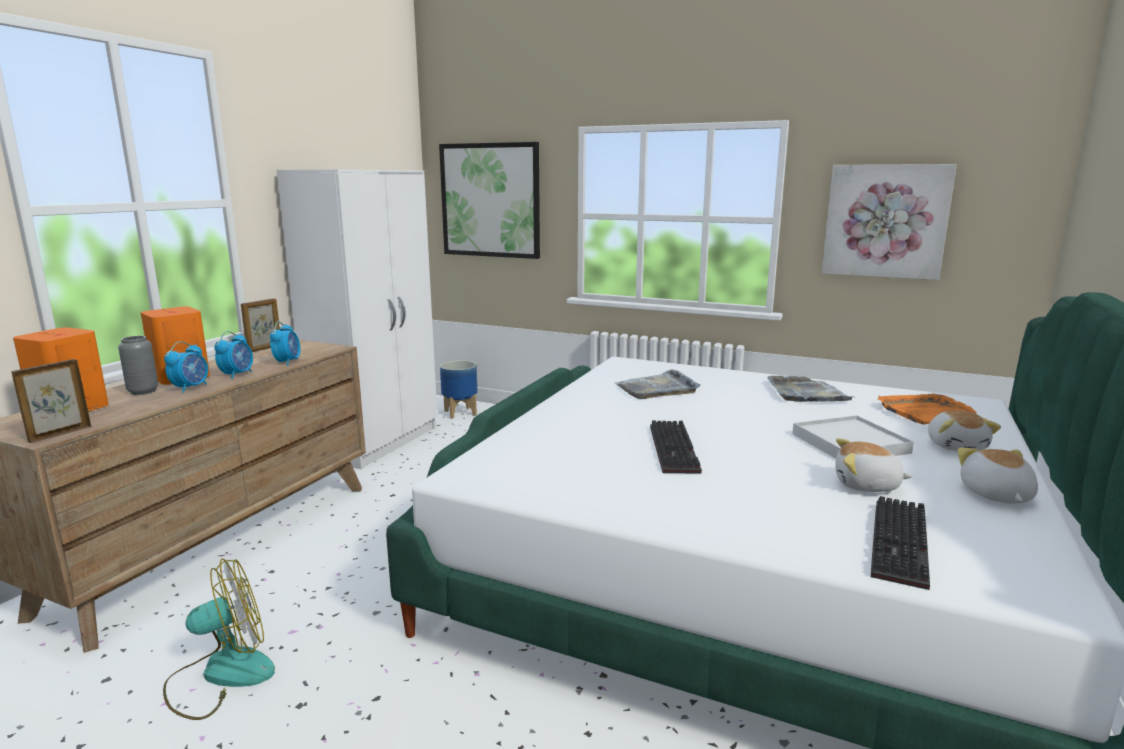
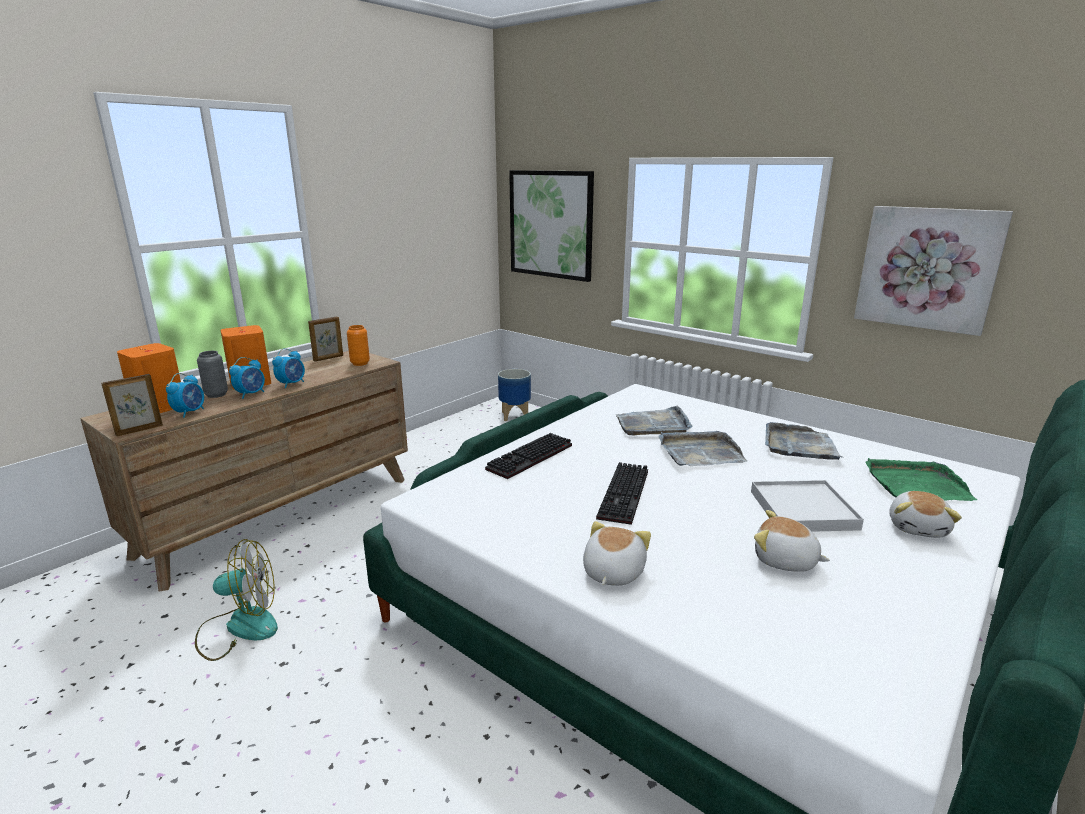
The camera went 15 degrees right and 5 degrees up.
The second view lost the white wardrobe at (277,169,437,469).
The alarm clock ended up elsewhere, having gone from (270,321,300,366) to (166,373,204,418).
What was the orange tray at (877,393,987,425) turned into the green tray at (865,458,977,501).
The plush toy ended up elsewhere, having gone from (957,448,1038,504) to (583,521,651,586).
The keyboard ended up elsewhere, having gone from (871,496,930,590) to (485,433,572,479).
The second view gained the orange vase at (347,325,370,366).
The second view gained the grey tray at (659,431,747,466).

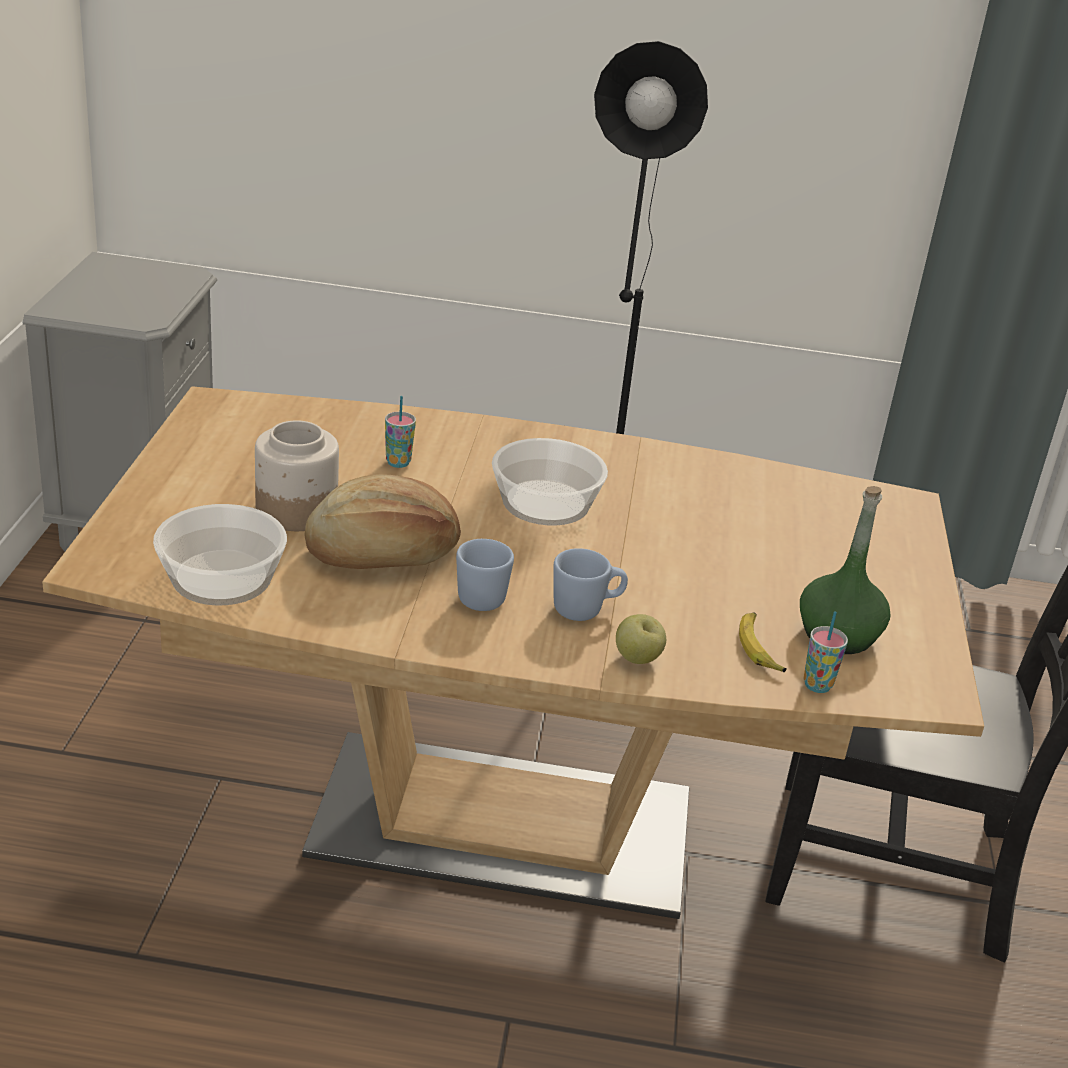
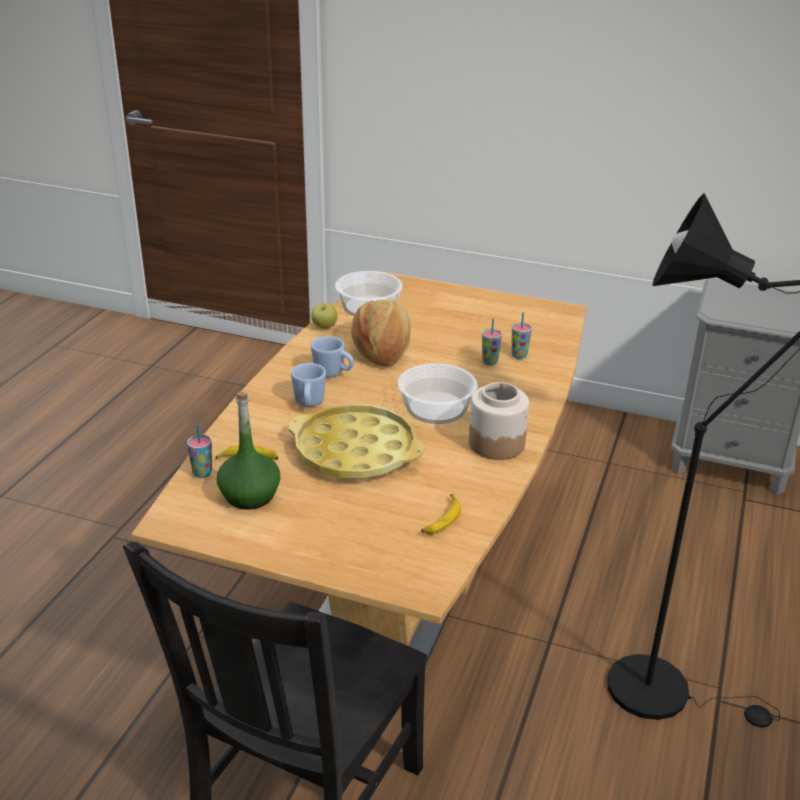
The camera went 105 degrees right and 0 degrees up.
The jar ended up elsewhere, having gone from (255,420,339,531) to (469,382,529,460).
The apple ended up elsewhere, having gone from (616,614,666,664) to (311,303,337,329).
The second view gained the cup at (511,312,532,359).
The second view gained the yellow tray at (289,404,424,479).
The second view gained the banana at (421,494,461,535).

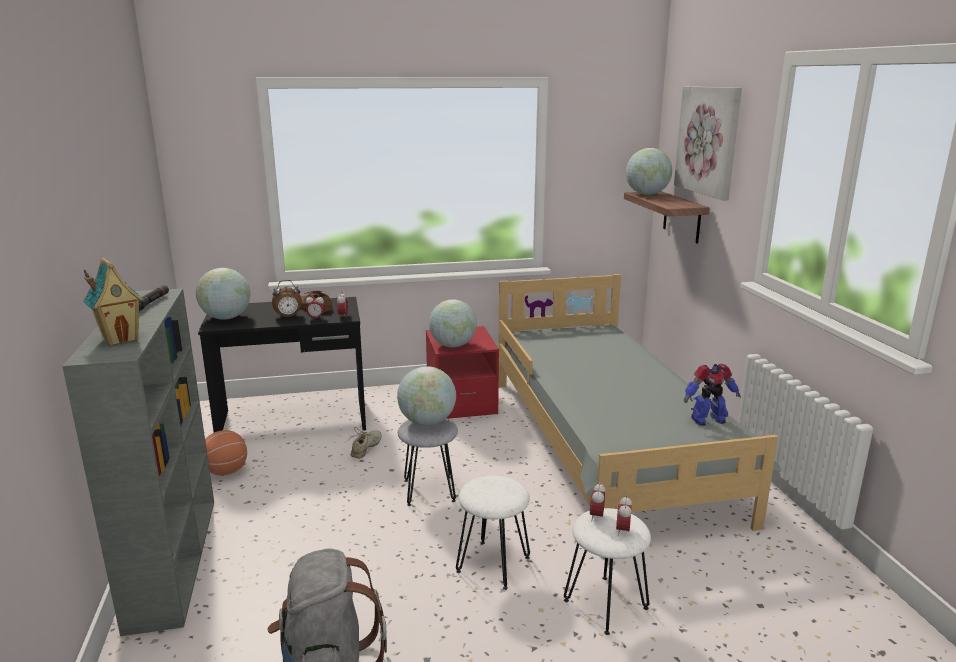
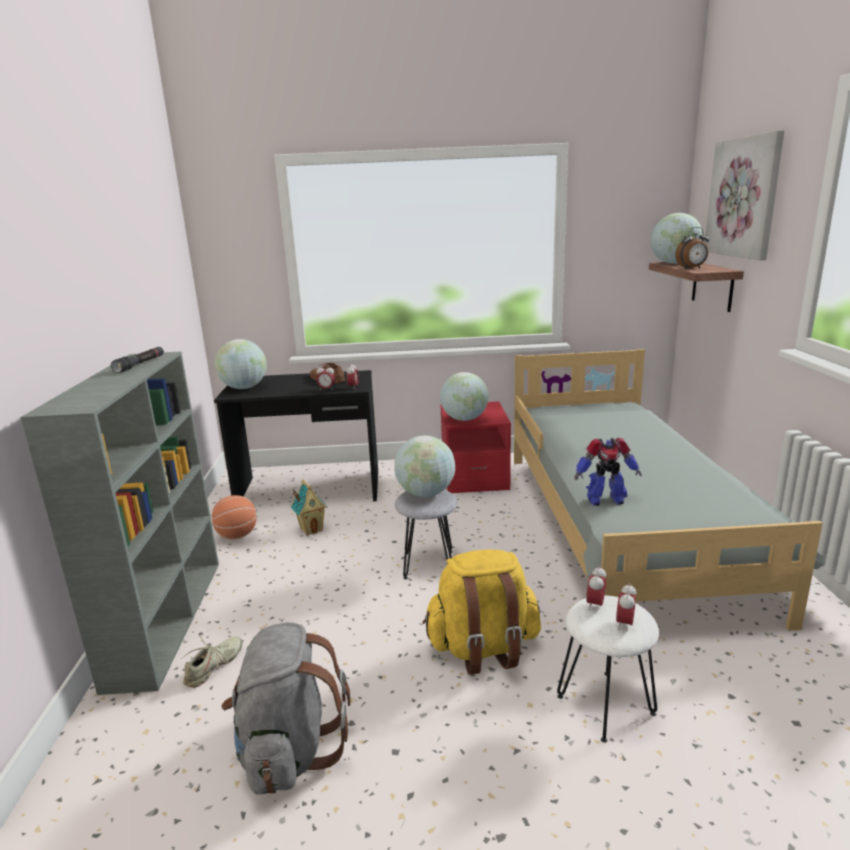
The camera went 10 degrees right and 0 degrees up.
The toy house ended up elsewhere, having gone from (83,258,144,345) to (291,480,328,536).
The alarm clock ended up elsewhere, having gone from (272,280,302,318) to (675,227,709,269).
The toy robot ended up elsewhere, having gone from (684,364,741,426) to (574,438,642,506).
The beige shoe ended up elsewhere, having gone from (350,427,381,458) to (180,635,242,688).
Where the white stool stood at (456,476,530,590), the yellow backpack came to stand at (423,549,541,675).

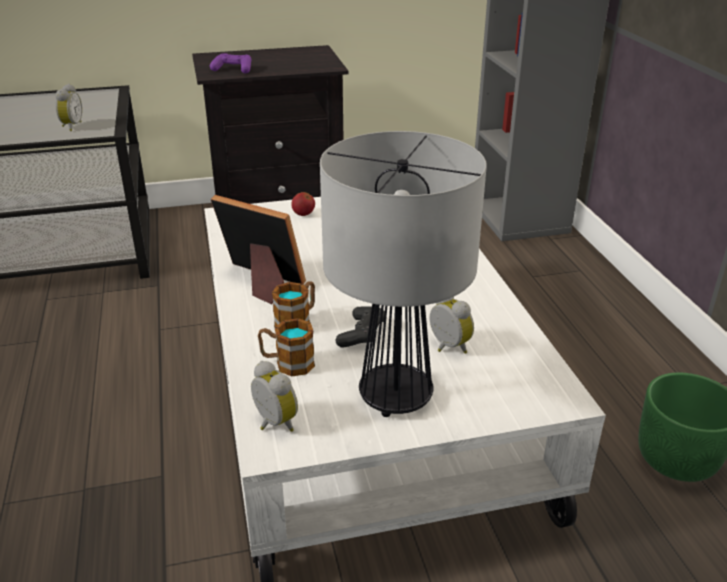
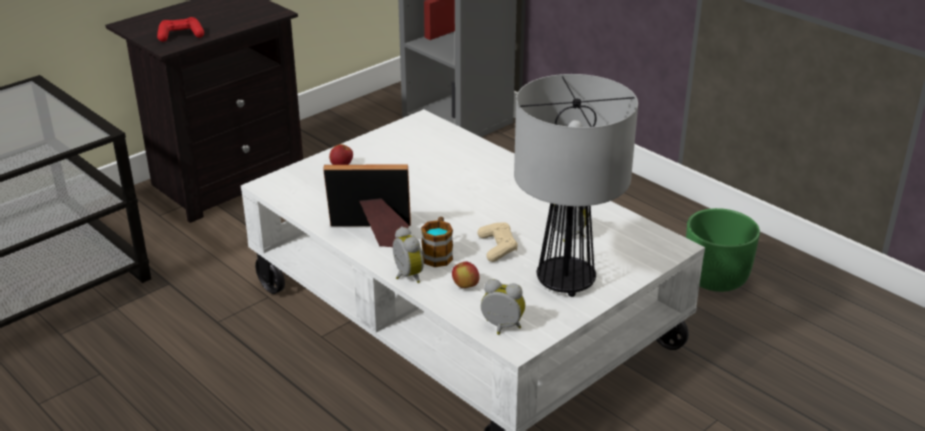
The camera went 30 degrees left and 0 degrees up.
What was the purple game controller at (210,53,251,74) turned into the red game controller at (157,17,204,42).
The alarm clock ended up elsewhere, having gone from (56,84,82,131) to (393,226,424,283).
What was the black game controller at (336,306,385,348) turned into the beige game controller at (477,222,518,262).
Where the mug stood at (258,318,315,376), the apple came to stand at (452,262,479,288).

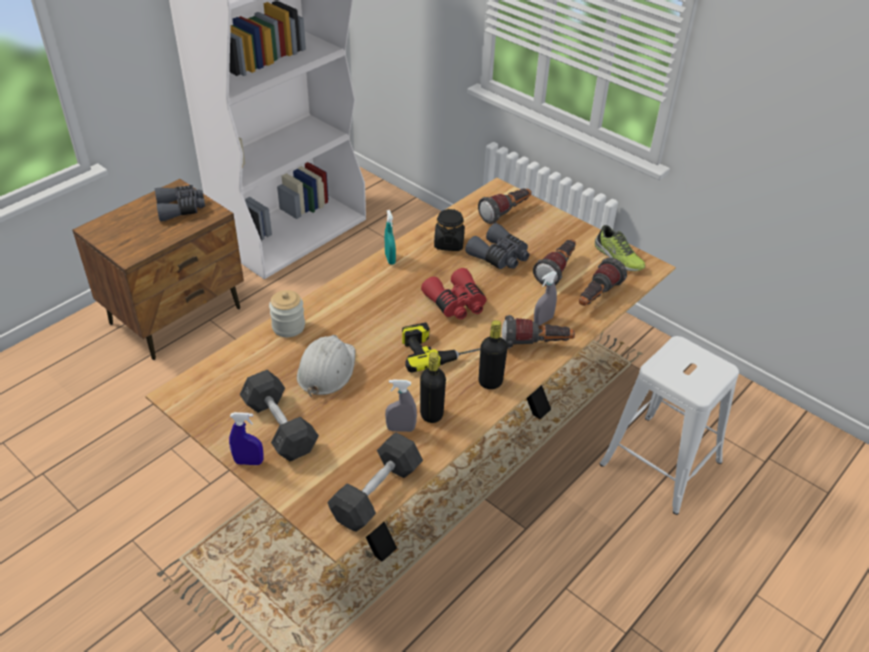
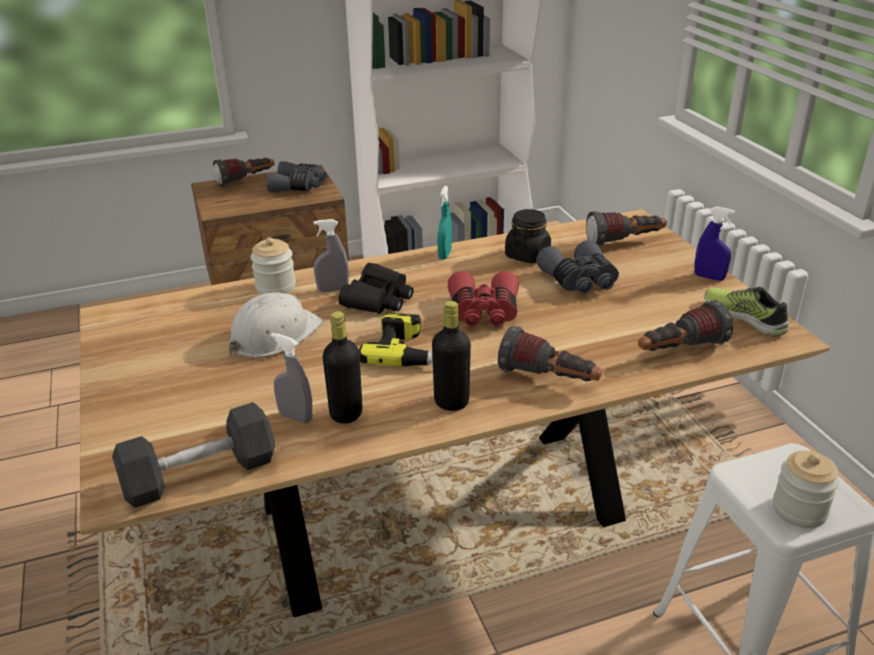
The camera went 30 degrees right and 10 degrees down.
The shoe at (595,225,645,271) ended up facing another way, 150 degrees clockwise from before.
The flashlight ended up elsewhere, having gone from (533,239,576,286) to (213,158,274,187).
The grey spray bottle ended up elsewhere, having gone from (534,271,557,325) to (314,219,349,292).
The second view lost the grey dumbbell at (240,370,319,461).
The blue spray bottle ended up elsewhere, having gone from (229,412,264,465) to (695,206,735,281).
The second view gained the black binoculars at (338,263,414,314).
The second view gained the jar at (773,451,840,528).

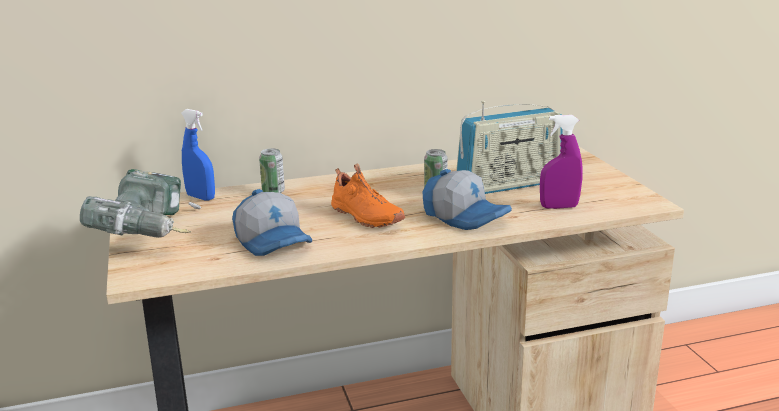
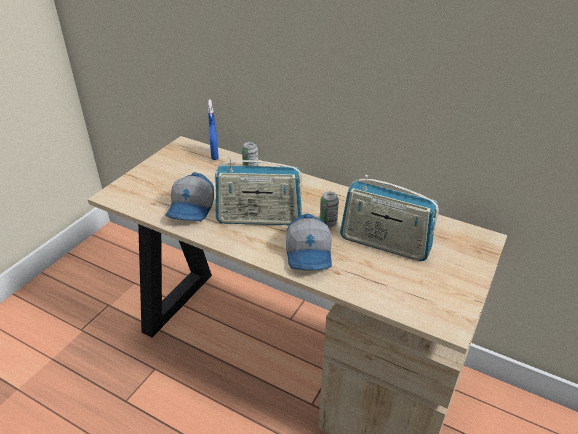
The camera went 45 degrees right and 15 degrees up.
The second view lost the purple spray bottle at (540,115,583,209).
Where the orange shoe stood at (331,163,405,228), the radio came to stand at (215,157,302,225).
The second view lost the power drill at (80,169,201,238).

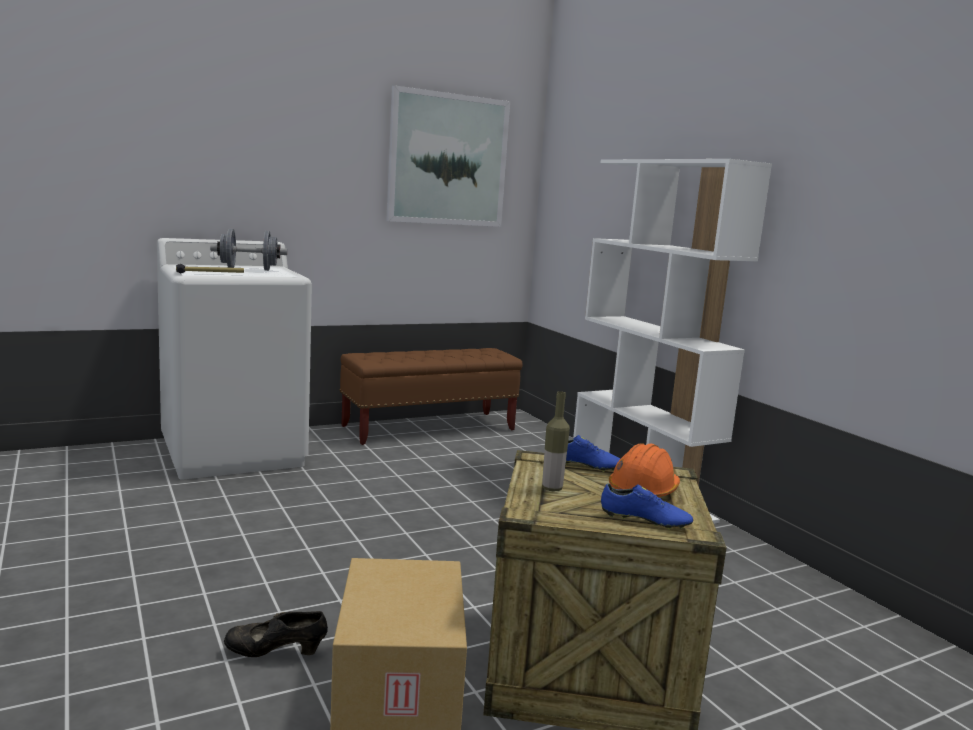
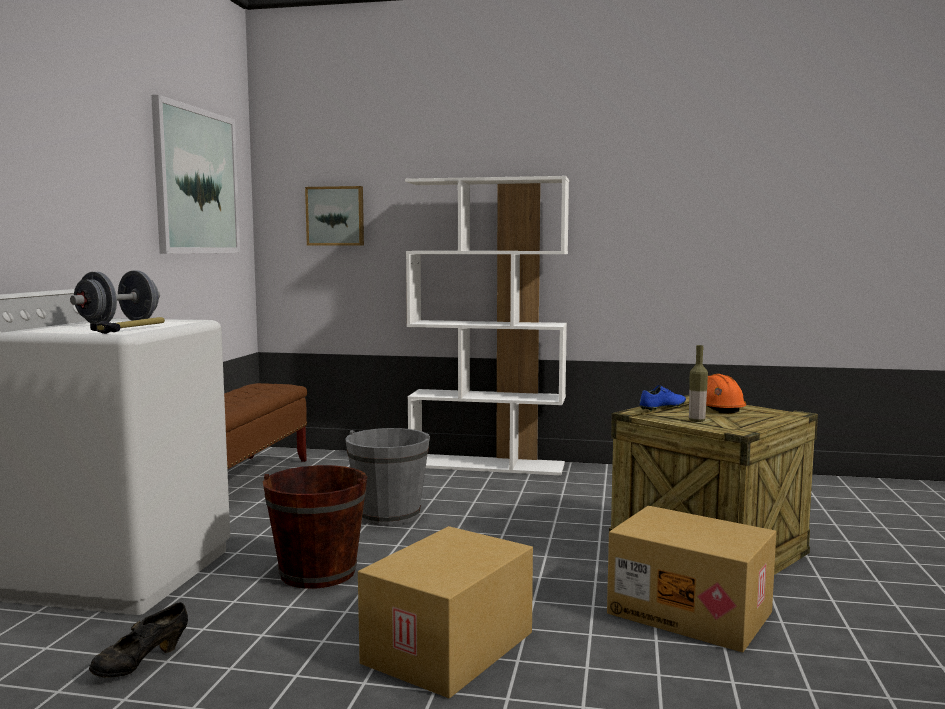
The camera went 50 degrees left and 5 degrees down.
The second view lost the blue shoe at (601,483,693,530).
The black shoe ended up elsewhere, having gone from (224,611,328,657) to (89,602,188,678).
The second view gained the picture at (305,186,364,245).
The second view gained the grey bucket at (345,428,430,526).
The second view gained the brown bucket at (263,465,367,588).
The second view gained the cardboard box at (358,526,533,698).

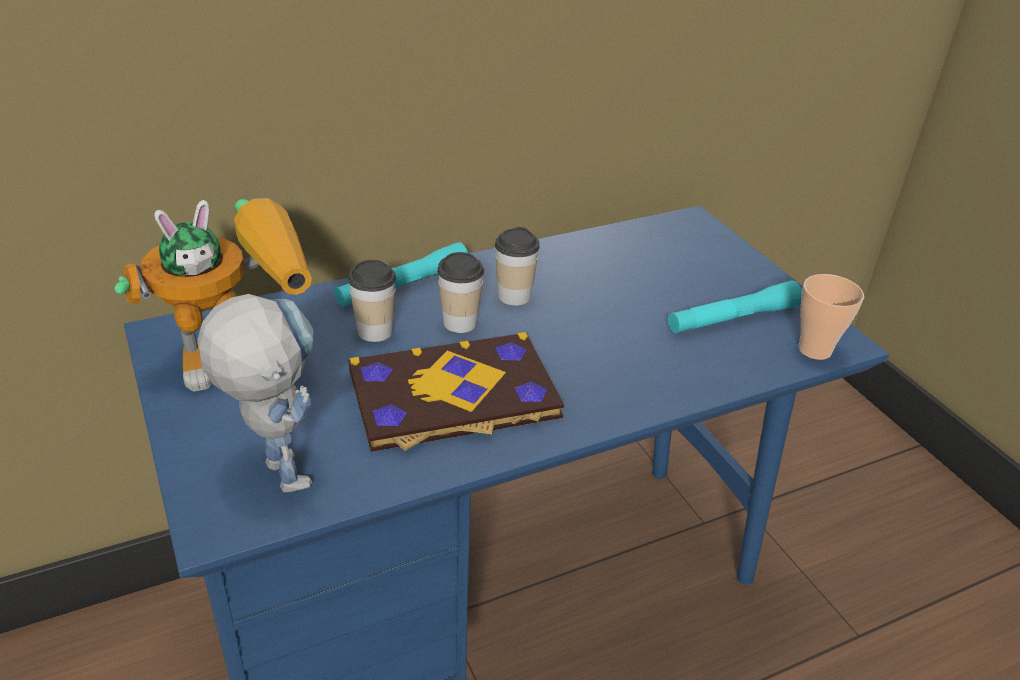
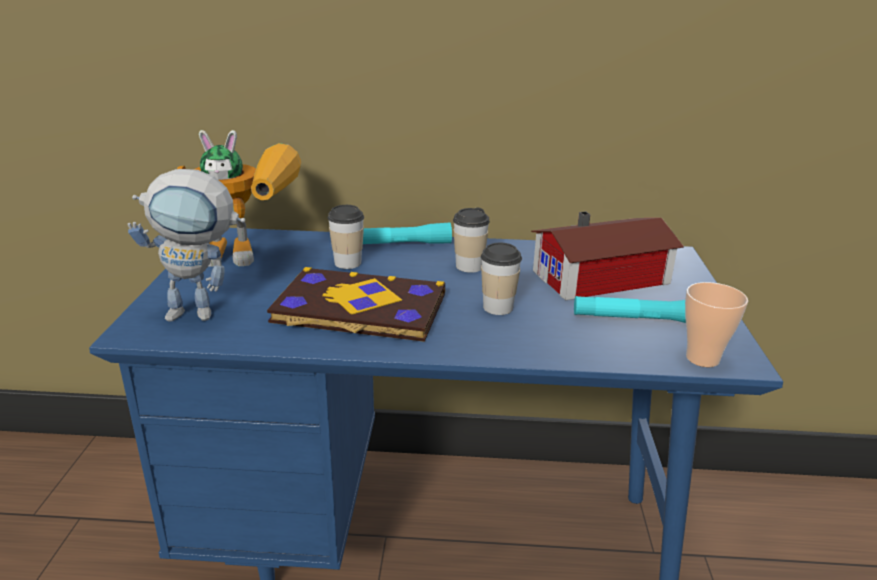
The camera went 30 degrees right and 10 degrees down.
The cup ended up elsewhere, having gone from (437,252,484,333) to (481,243,522,315).
The toy robot at (197,294,313,493) ended up facing another way, 90 degrees clockwise from before.
The second view gained the toy house at (531,211,684,301).

